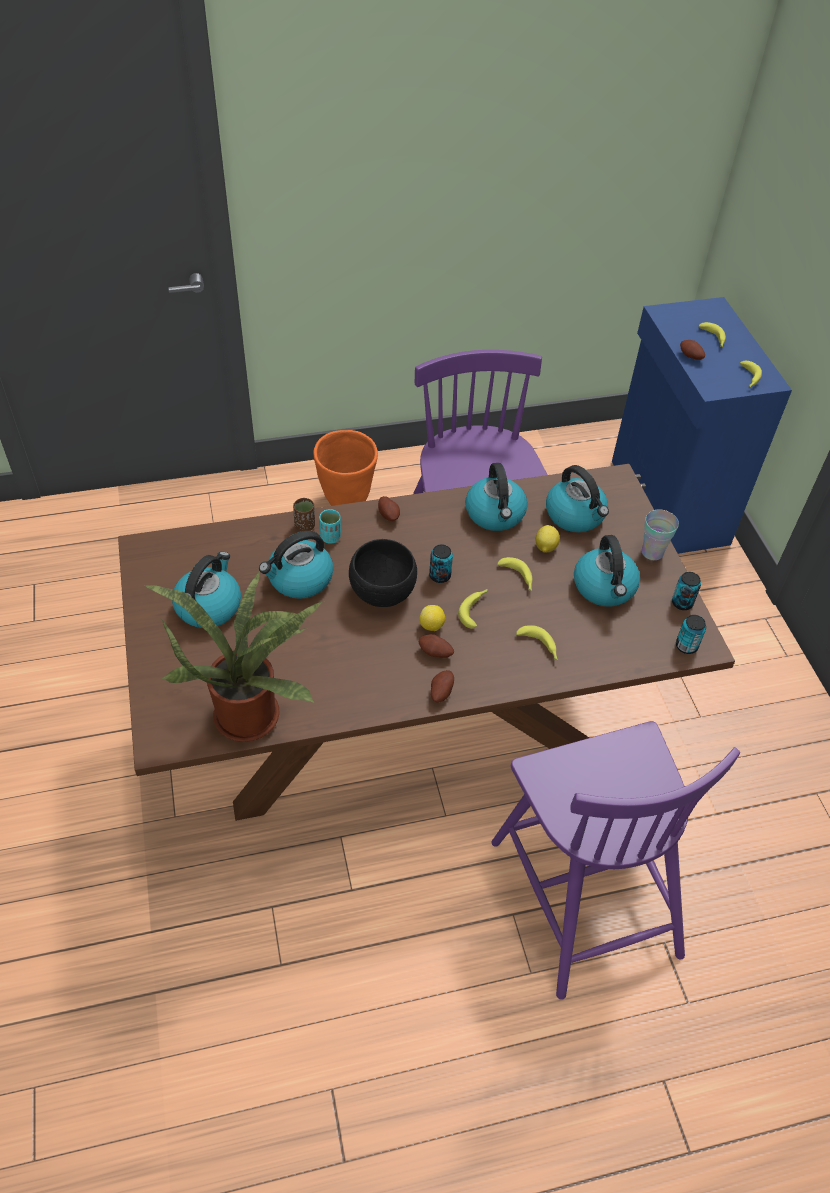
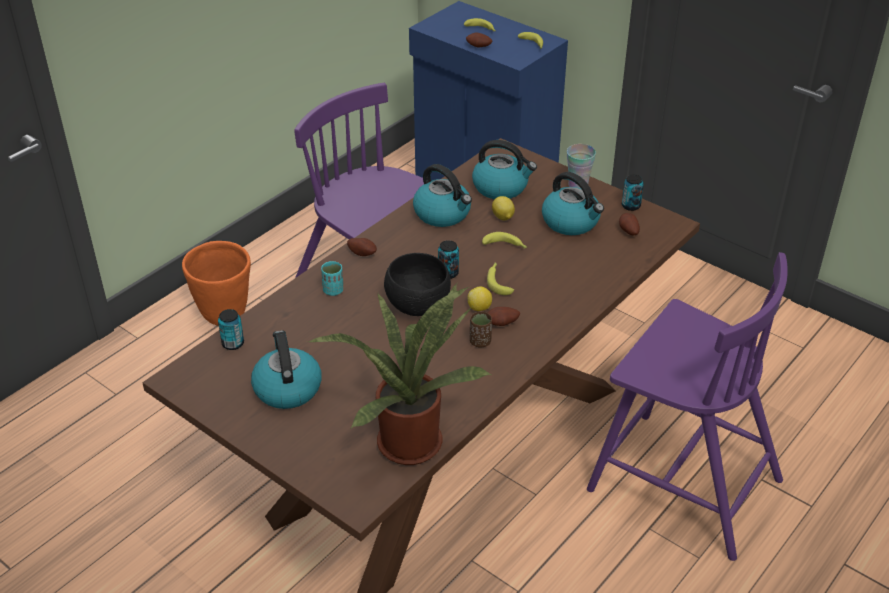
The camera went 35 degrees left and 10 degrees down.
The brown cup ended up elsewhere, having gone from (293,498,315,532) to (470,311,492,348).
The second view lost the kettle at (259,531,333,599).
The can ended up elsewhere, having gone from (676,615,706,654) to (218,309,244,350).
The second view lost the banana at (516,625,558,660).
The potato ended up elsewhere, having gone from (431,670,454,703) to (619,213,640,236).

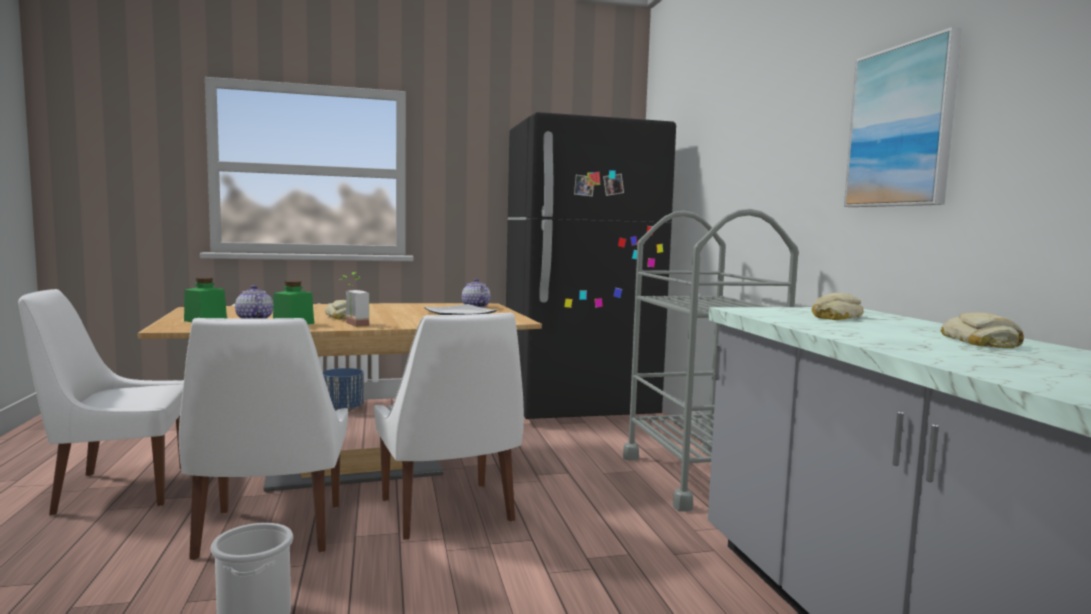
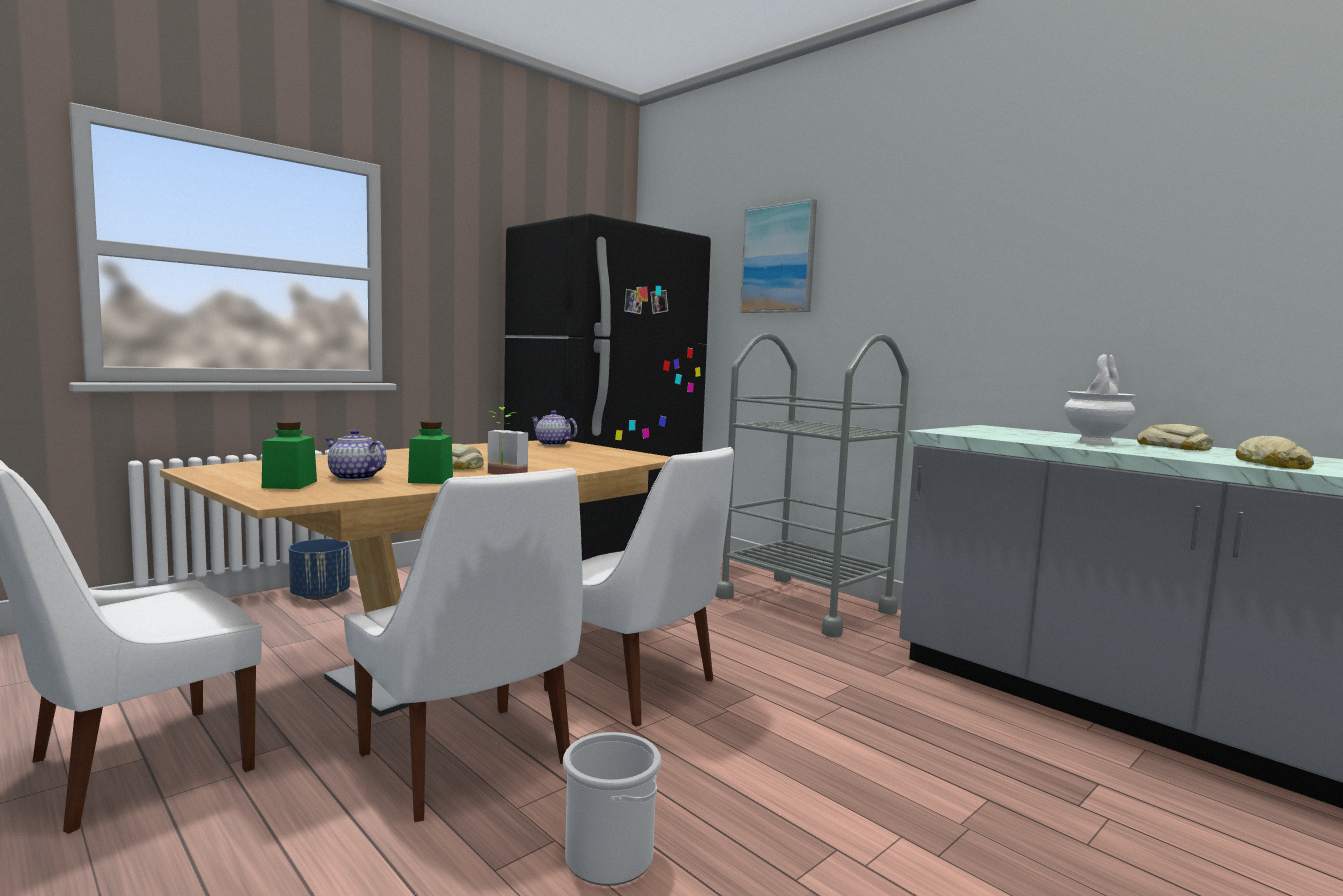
The camera went 30 degrees left and 0 degrees up.
The picture ended up elsewhere, having gone from (844,27,962,207) to (740,199,817,313).
The bread ended up elsewhere, having gone from (811,293,864,320) to (1235,436,1314,470).
The second view lost the plate at (424,304,497,315).
The second view gained the white vase at (1064,354,1136,445).

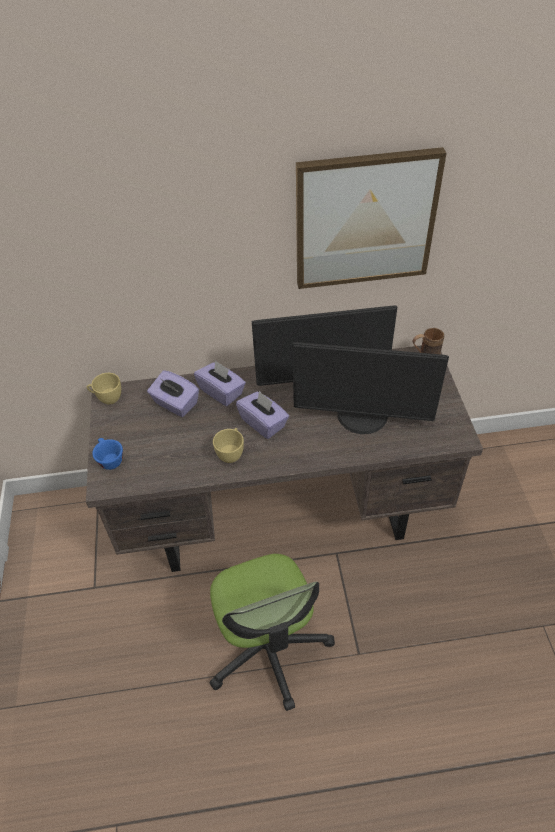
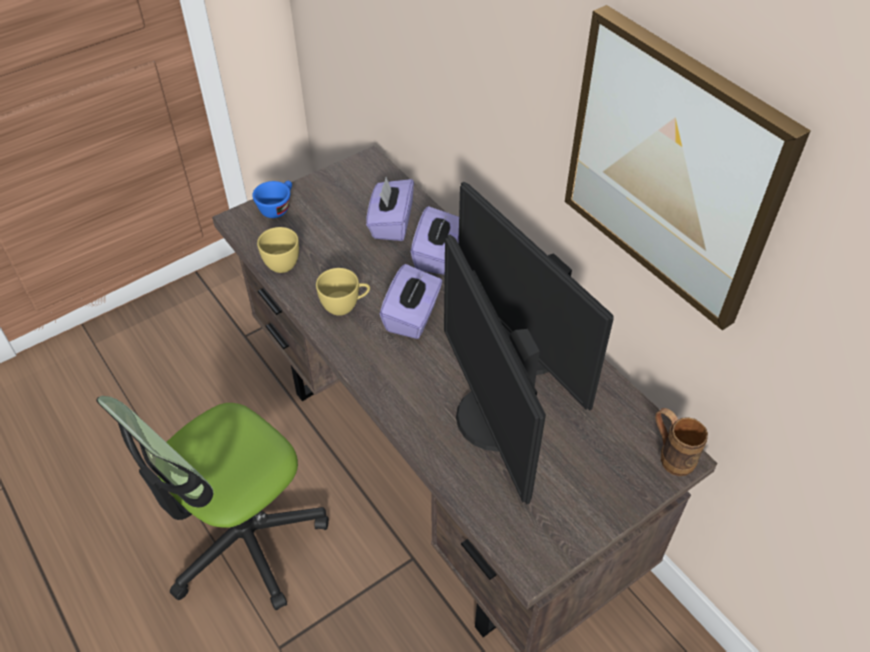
The camera went 60 degrees right and 0 degrees up.
The yellow cup ended up elsewhere, having gone from (87,373,121,404) to (257,227,299,273).

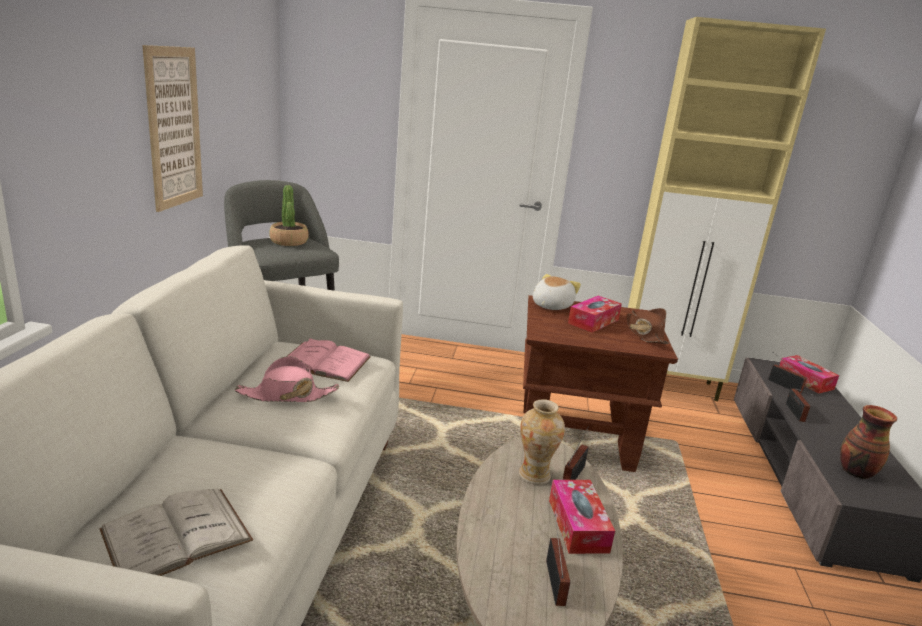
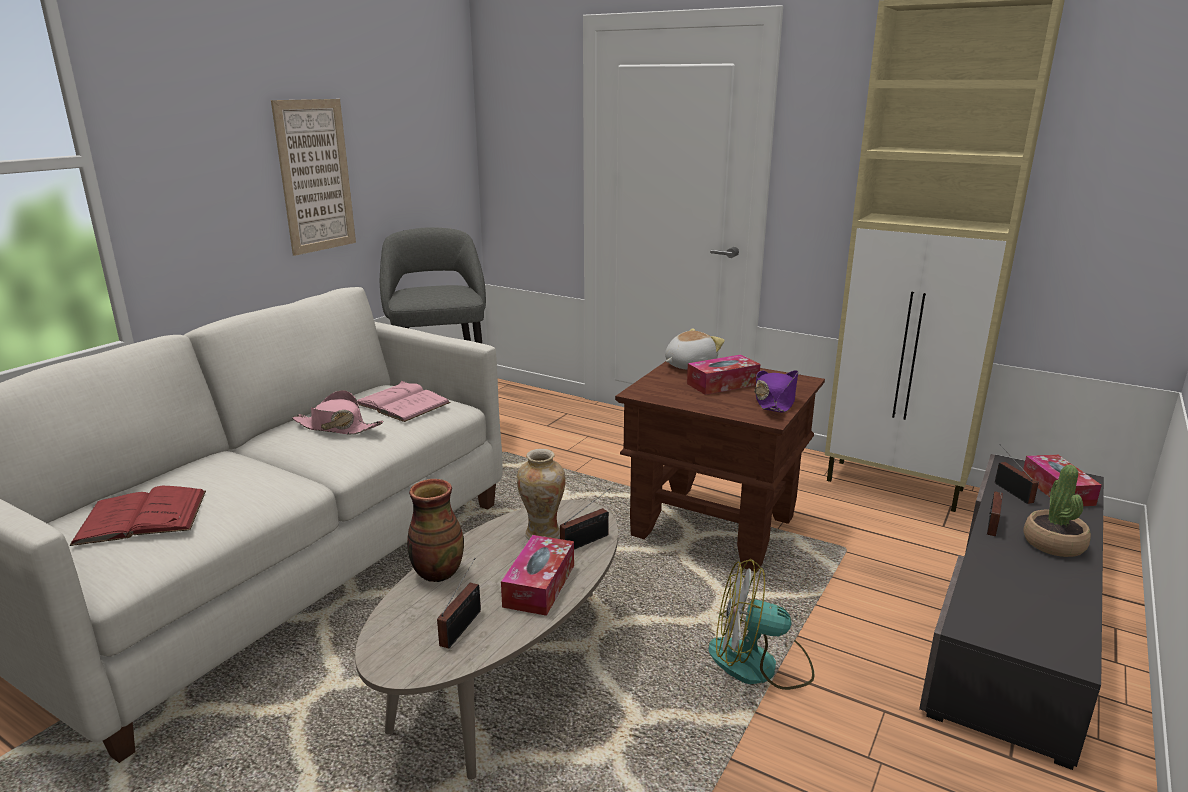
The camera went 25 degrees right and 0 degrees up.
The potted plant ended up elsewhere, having gone from (269,185,309,246) to (1023,465,1091,557).
What was the brown hat at (627,308,670,344) turned into the purple hat at (754,370,798,413).
The vase ended up elsewhere, having gone from (840,405,897,479) to (407,479,464,582).
What was the white book at (99,488,253,576) turned into the red book at (70,486,206,546).
The second view gained the fan at (709,559,815,690).

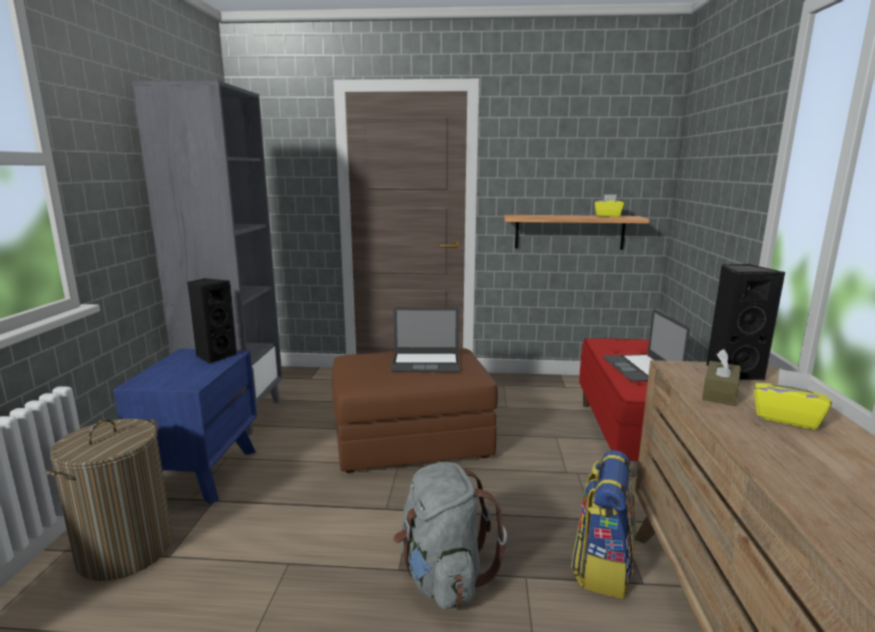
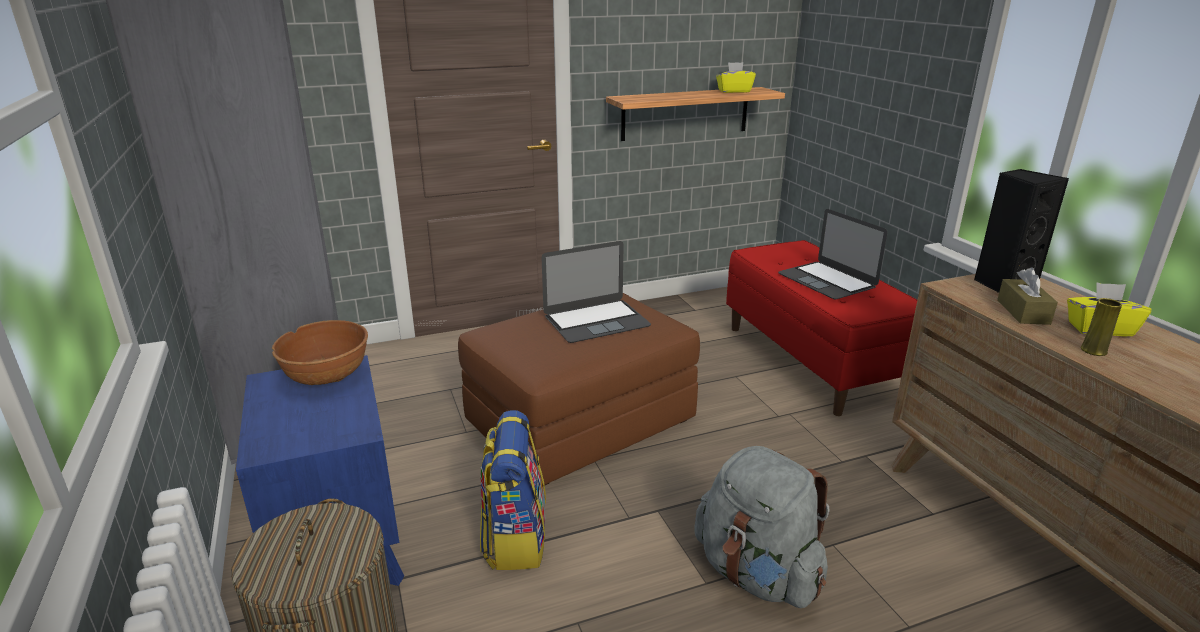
The camera went 25 degrees left and 10 degrees up.
Where the black speaker stood at (187,278,238,364), the brown bowl came to stand at (272,320,368,385).
The backpack ended up elsewhere, having gone from (571,450,636,599) to (480,410,546,570).
The second view gained the yellow vase at (1081,298,1122,356).

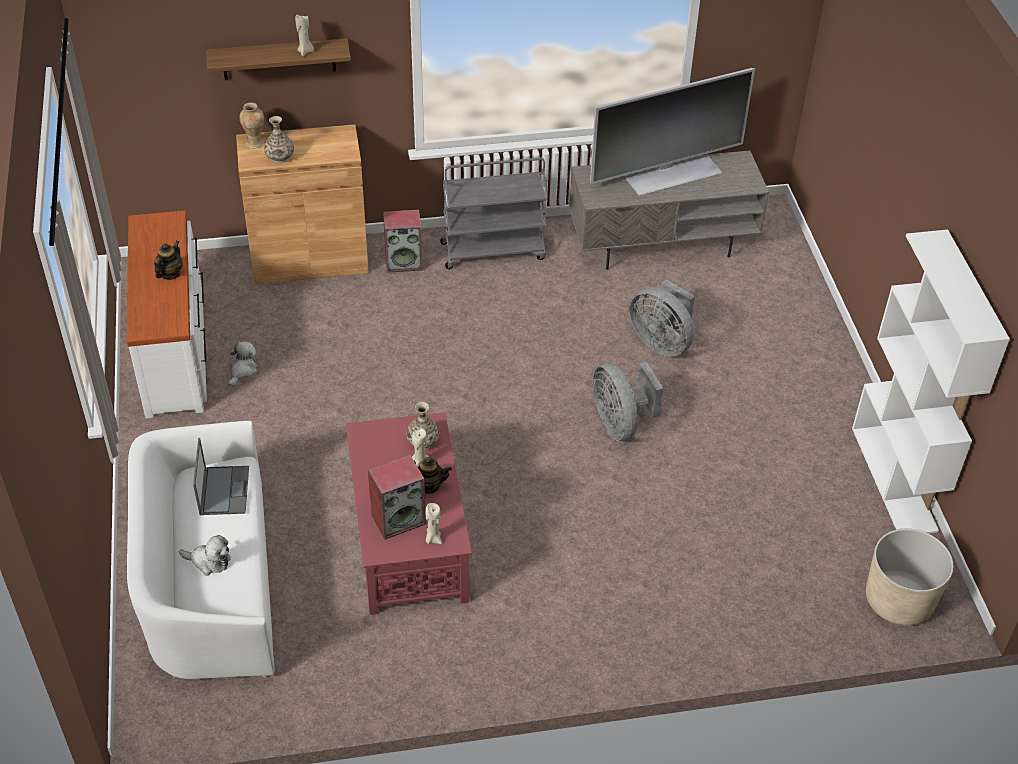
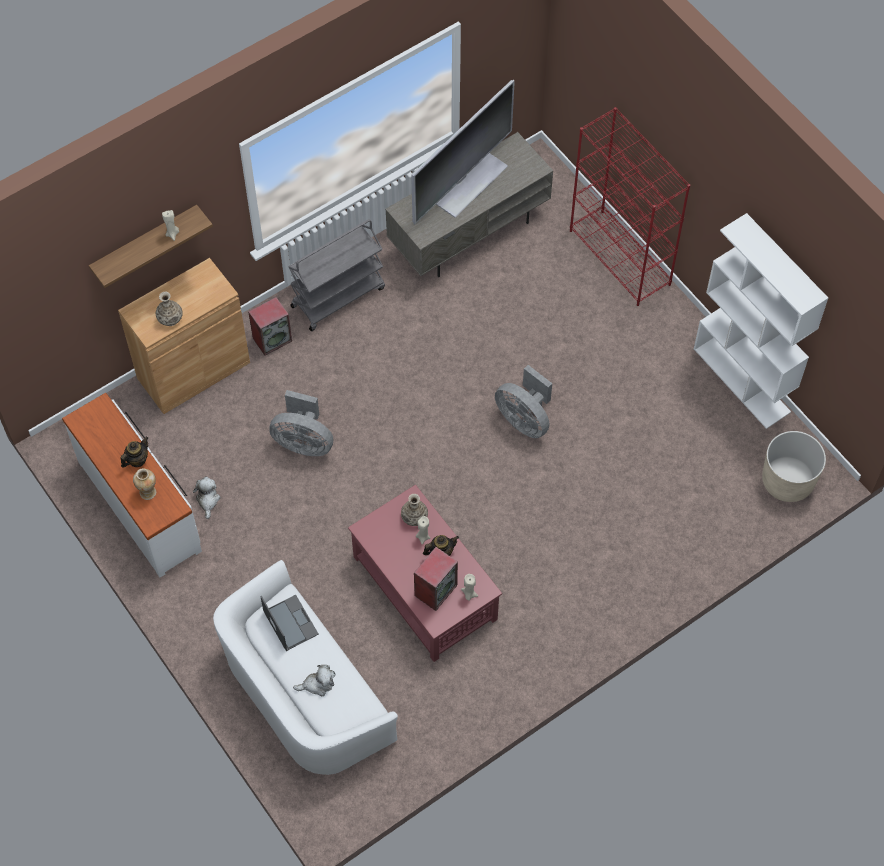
The camera went 25 degrees left and 15 degrees up.
The vase ended up elsewhere, having gone from (239,102,264,149) to (133,468,156,500).
The teapot at (154,240,182,280) ended up facing another way, 45 degrees clockwise from before.
The grey fan ended up elsewhere, having gone from (630,279,695,356) to (269,390,333,456).
The second view gained the red bookcase at (570,107,690,306).

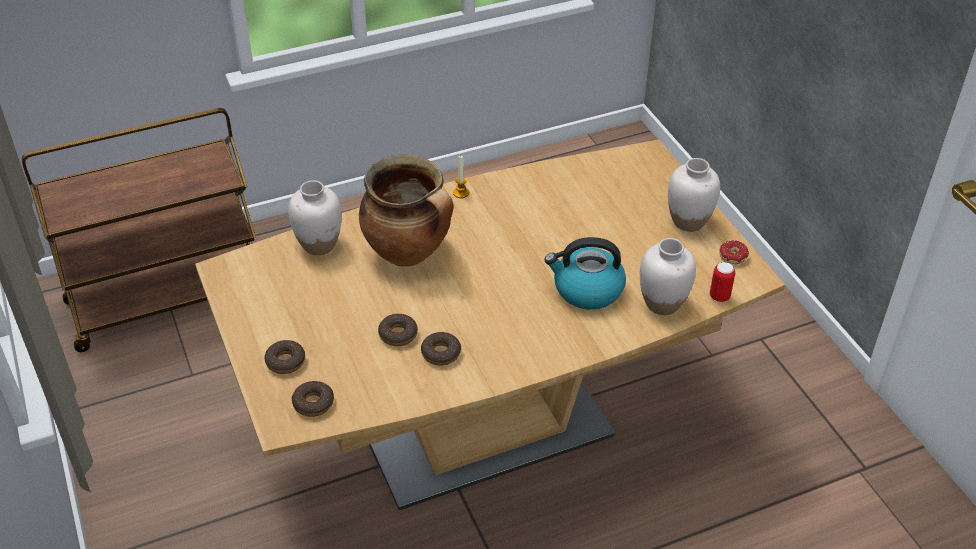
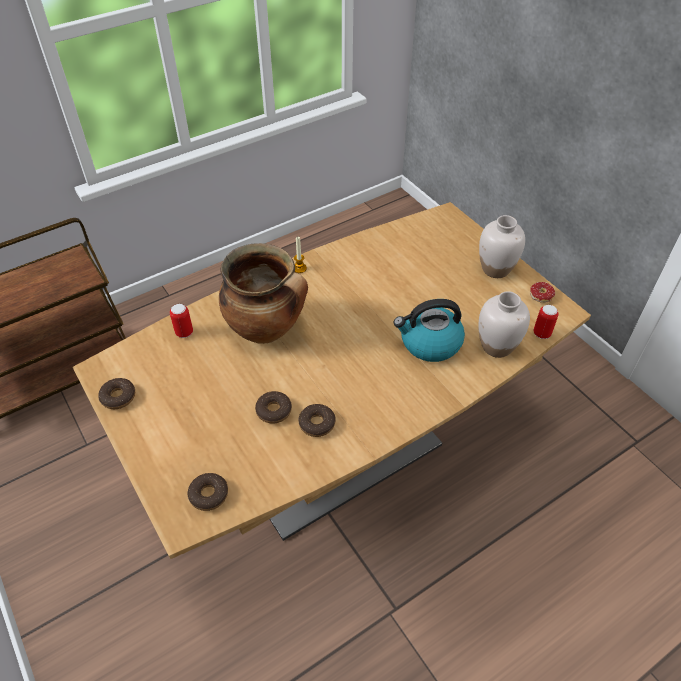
The camera went 10 degrees left and 5 degrees up.
Where the white vase stood at (288,180,342,255), the can came to stand at (170,304,193,338).
The donut ended up elsewhere, having gone from (264,340,305,374) to (98,378,135,409).

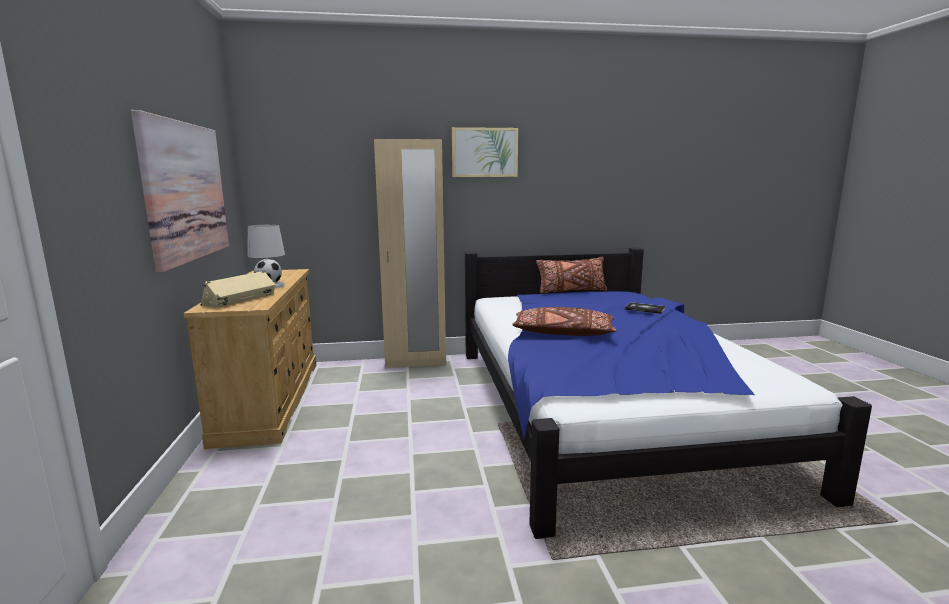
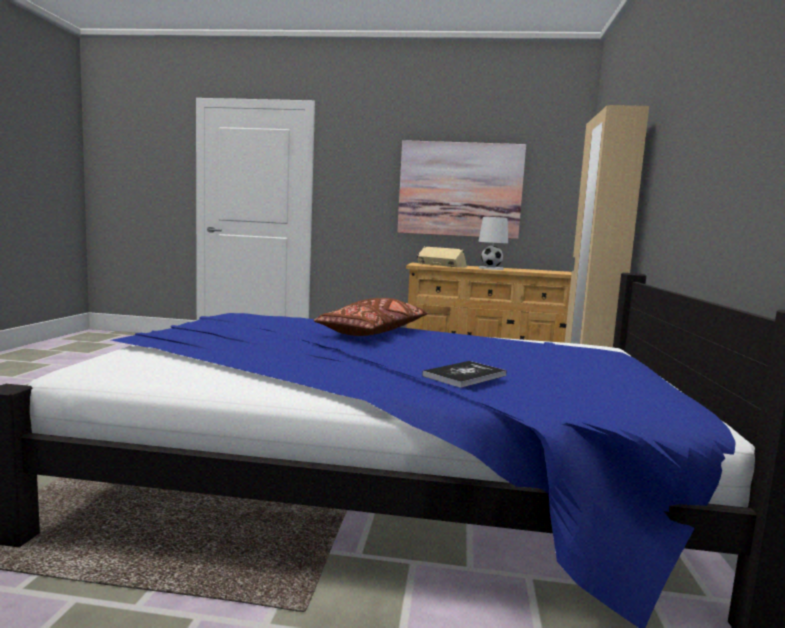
The camera went 105 degrees right and 5 degrees down.
The second view lost the picture at (452,127,518,177).
The second view lost the brown pillow at (536,257,607,294).

